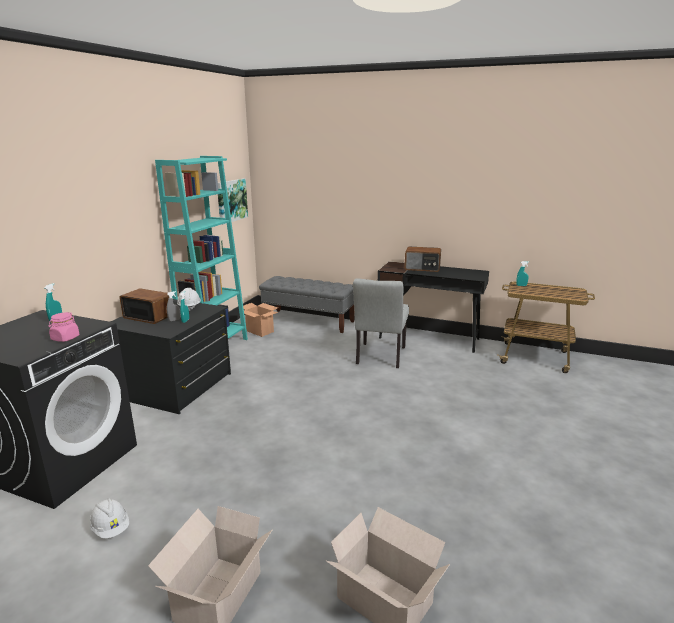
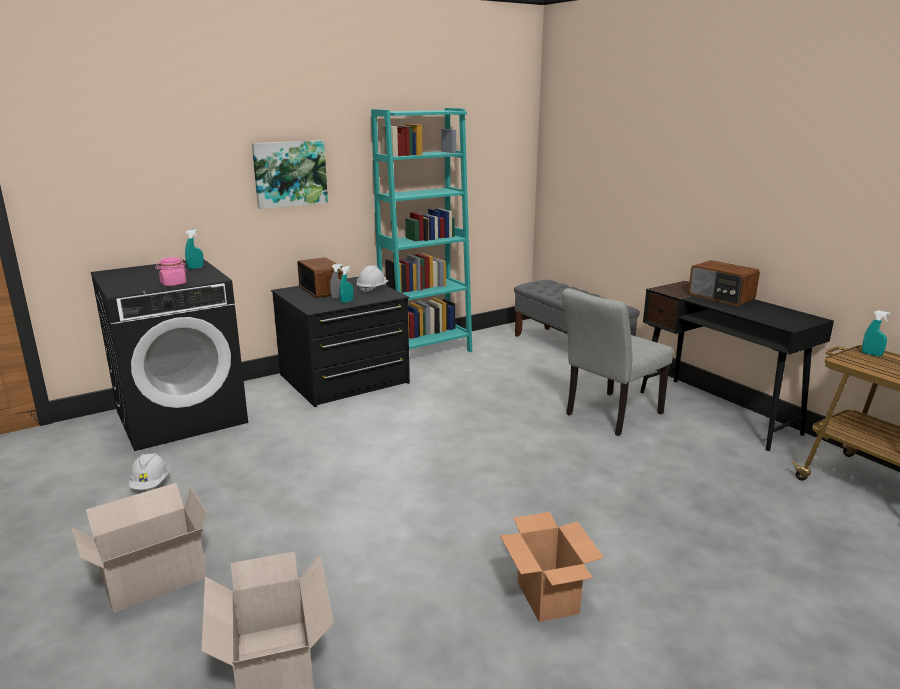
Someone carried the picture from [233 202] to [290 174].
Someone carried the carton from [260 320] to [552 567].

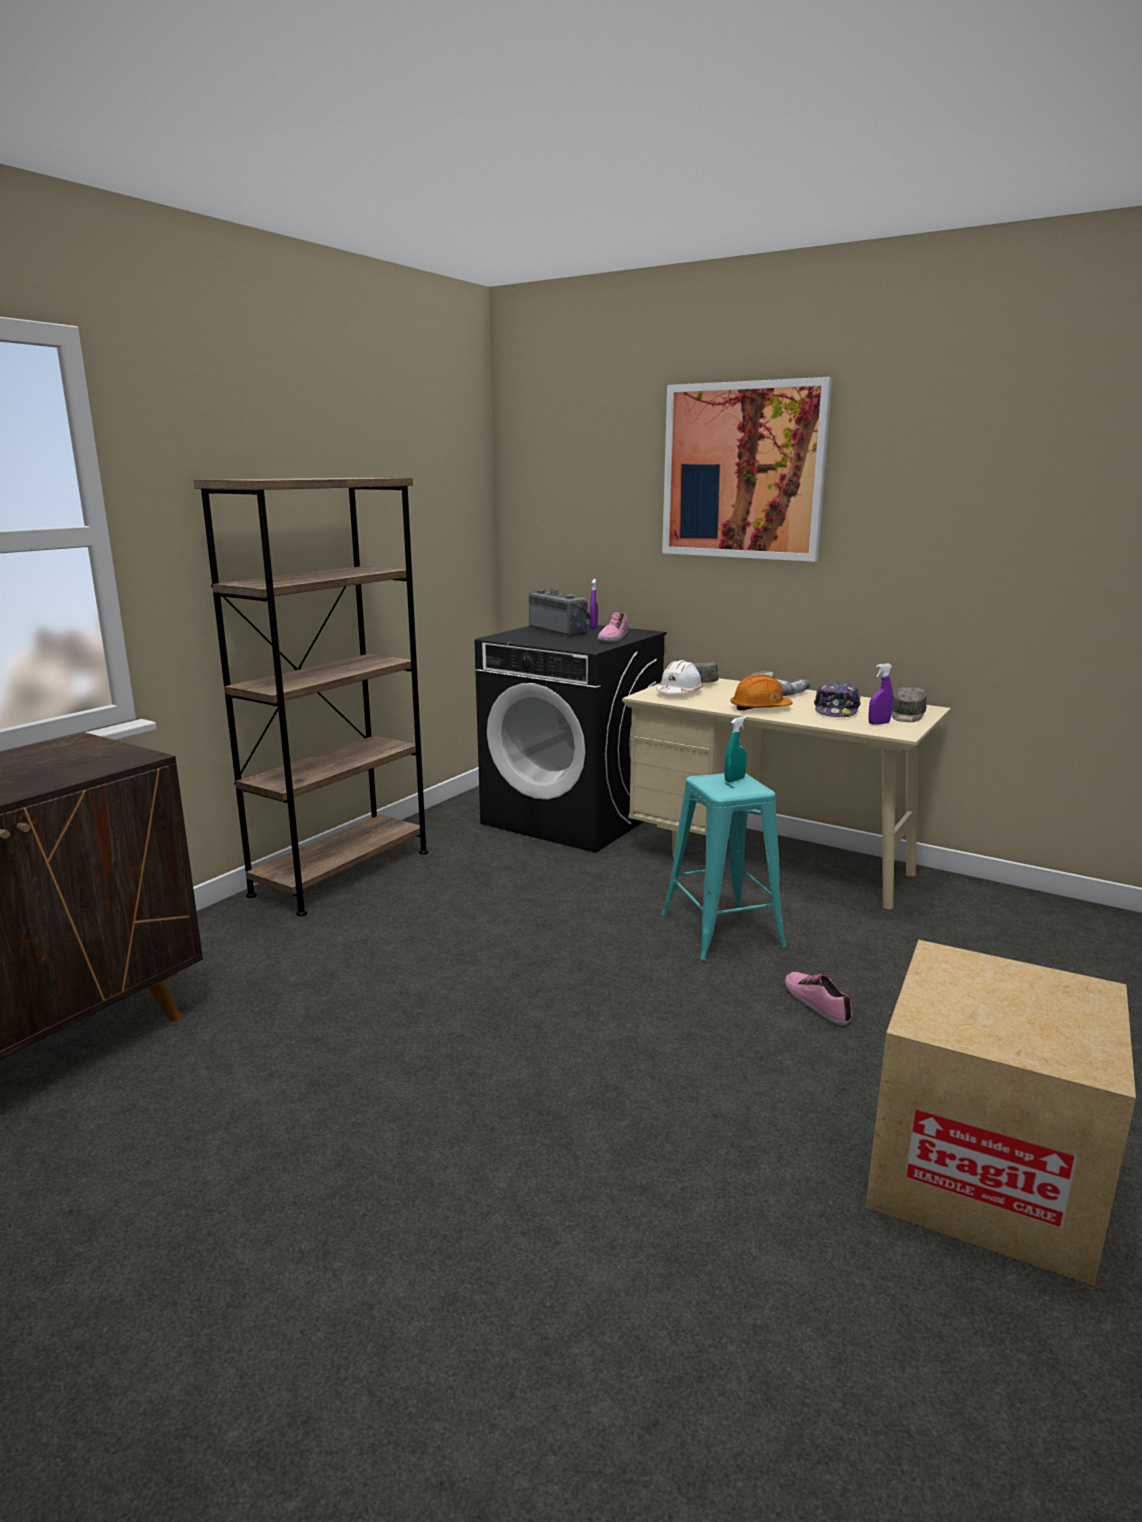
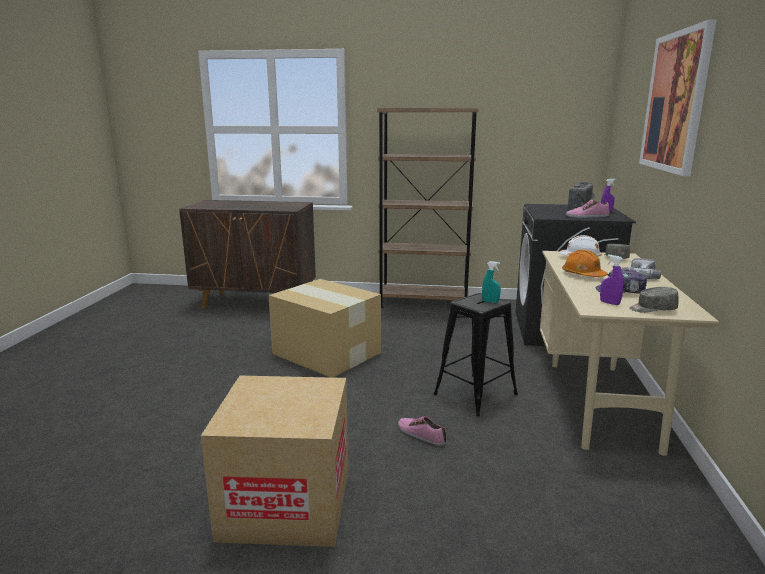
Someone repainted the turquoise-coloured sitting stool at [724 866], which became the black sitting stool at [476 354].
Someone rotated the low shoe at [819 998] by 90 degrees counterclockwise.
Someone put down the carton at [324 328].

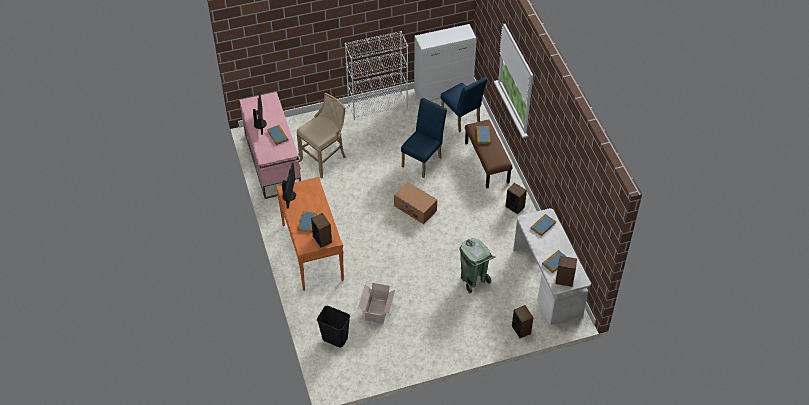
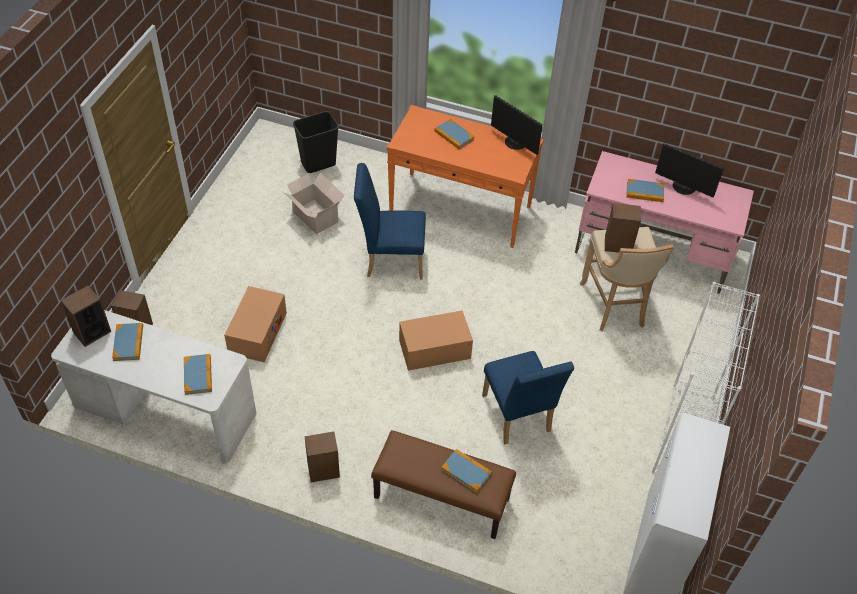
Someone carried the blue upright chair from [464 104] to [390 221].
Someone carried the loudspeaker from [321 230] to [623 228].
Someone swapped the greenish trash can at [477 266] for the carton at [255 324].

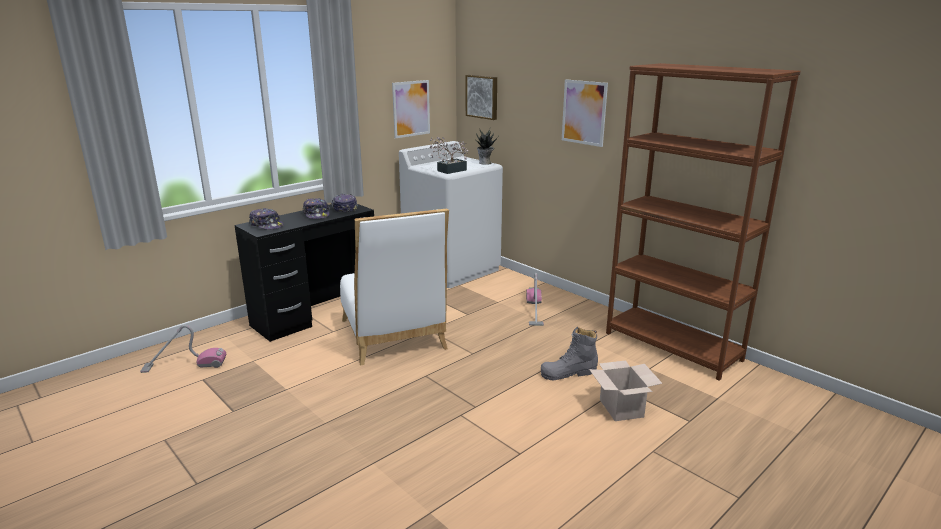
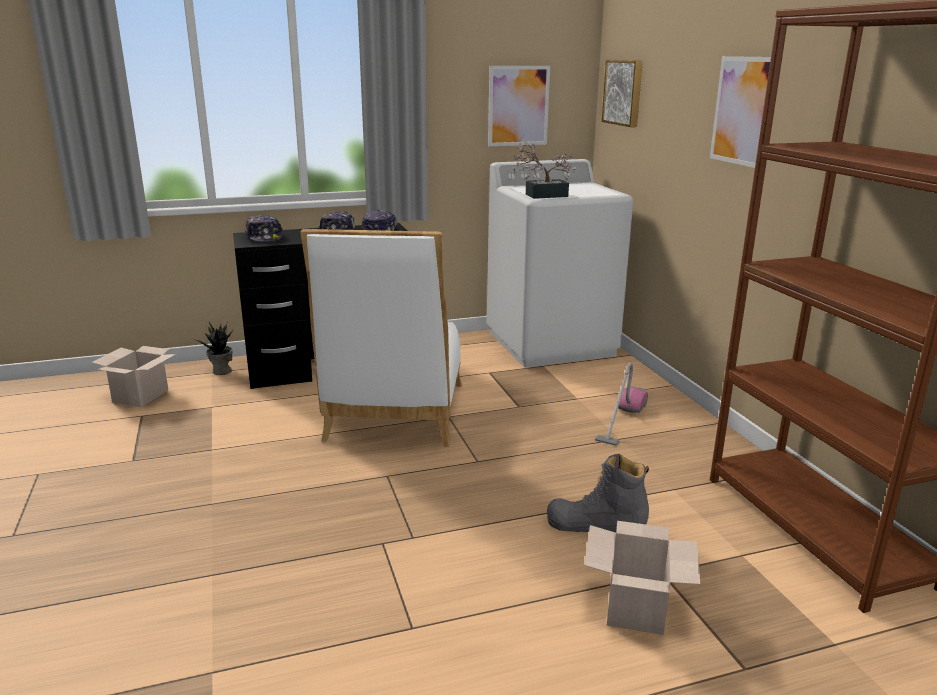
Someone carried the houseplant from [487 146] to [214 348].
Someone swapped the hoover at [183 349] for the carton at [133 376].

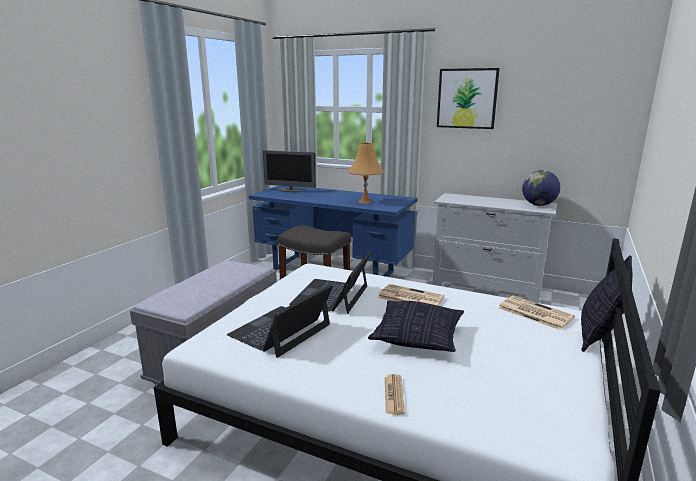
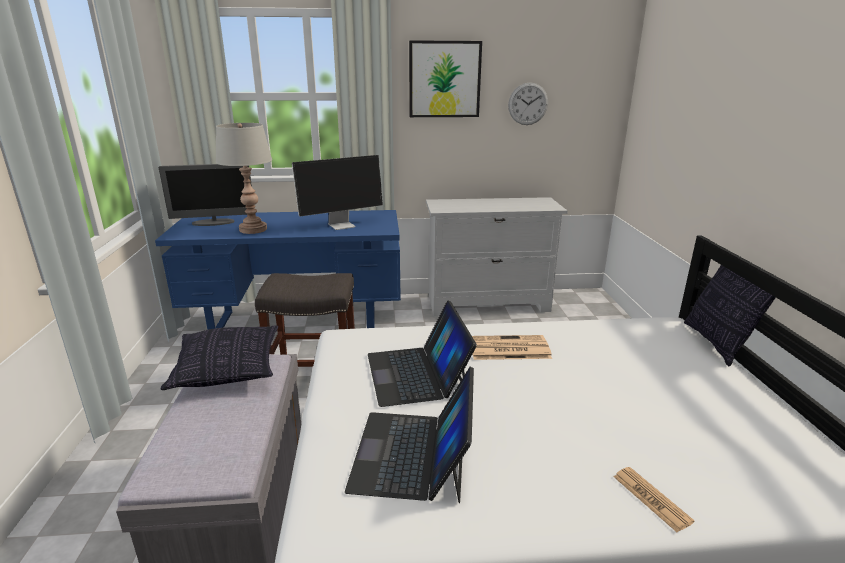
Someone swapped the orangey tabletop lamp at [365 173] for the computer screen at [337 192].
Someone took away the desk globe at [541 188].
Someone took away the printed paper at [536 313].
Someone carried the pillow from [416 326] to [219 357].
Someone put up the hanging clock at [528 104].
Someone put down the grey tabletop lamp at [244 178].

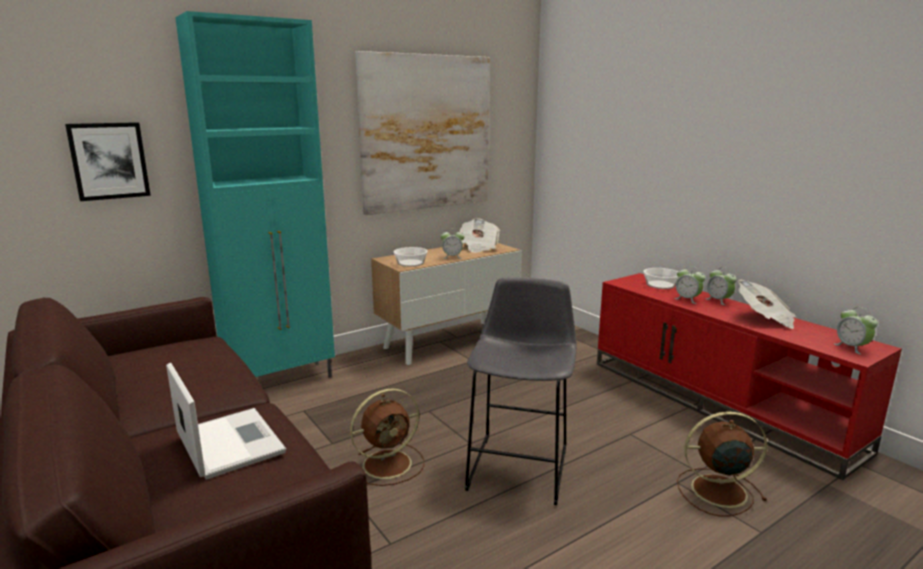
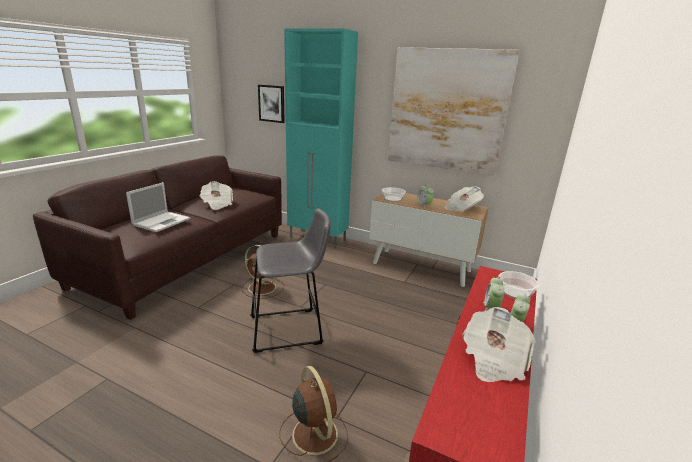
Someone took away the alarm clock at [855 330].
Someone put down the printed paper at [216 195].

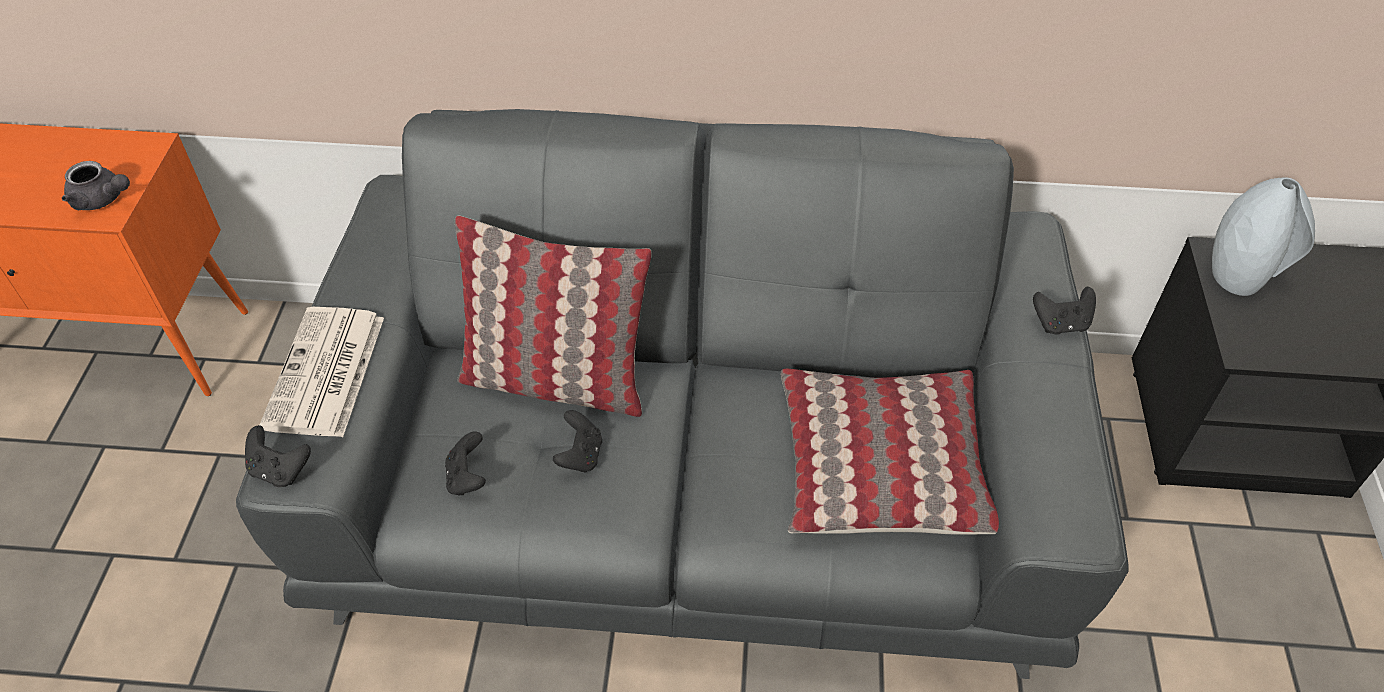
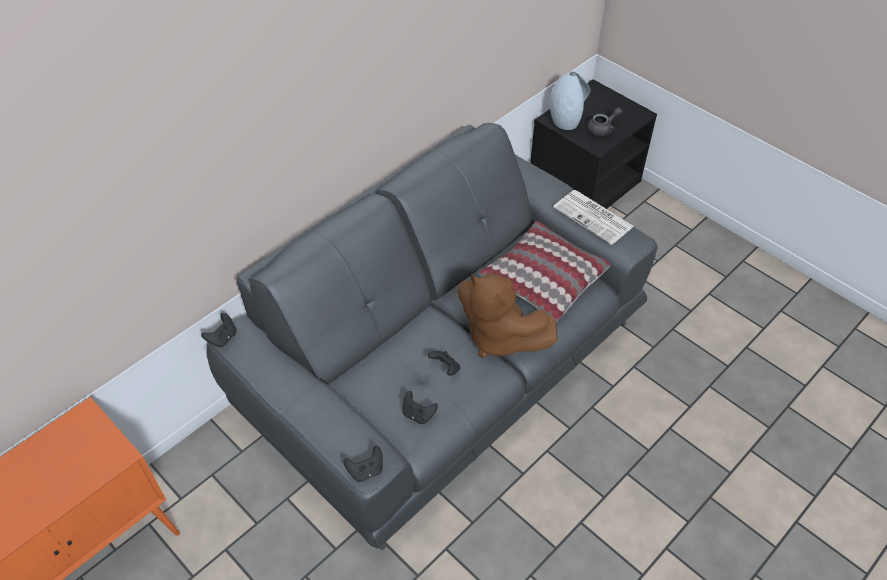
Someone carried the grey teapot from [96 185] to [604 122].
Someone took away the pillow at [553 316].
Someone carried the black joypad from [1064 311] to [219 330].
Someone carried the printed paper from [322 372] to [593 217].
Someone put down the brown-coloured soft toy at [507 315].

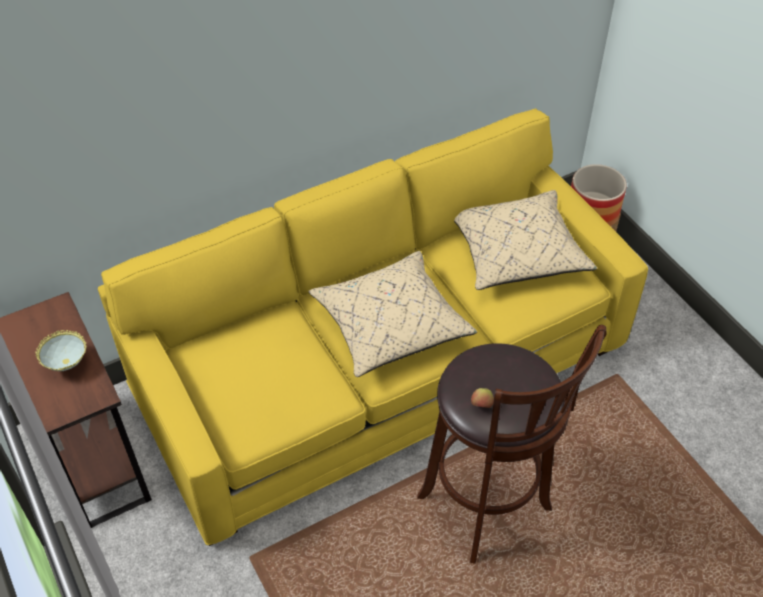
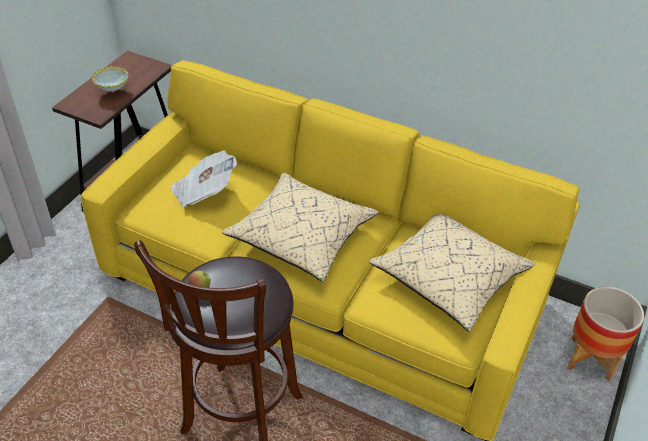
Someone put down the printed paper at [204 179].

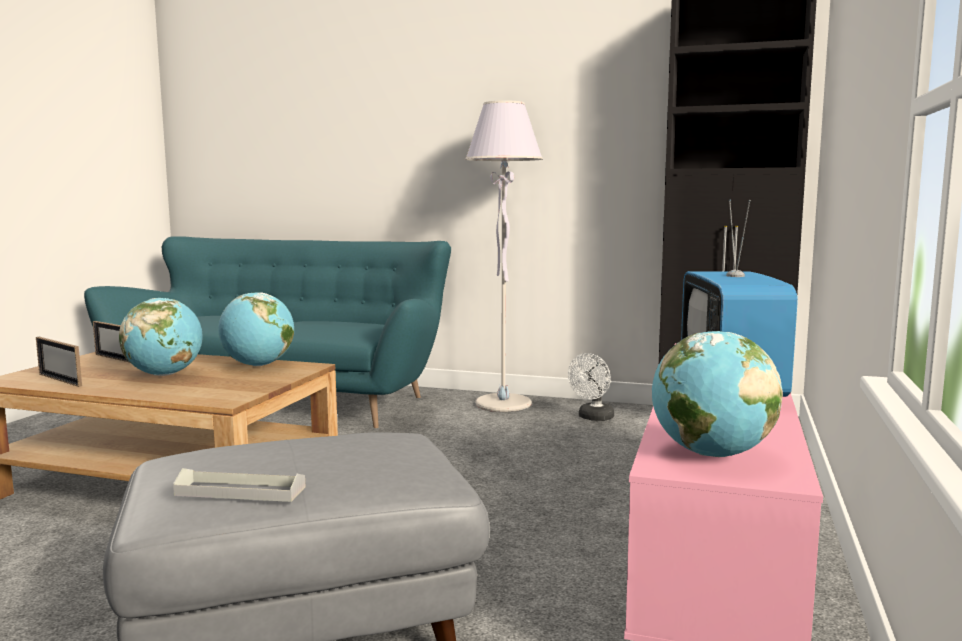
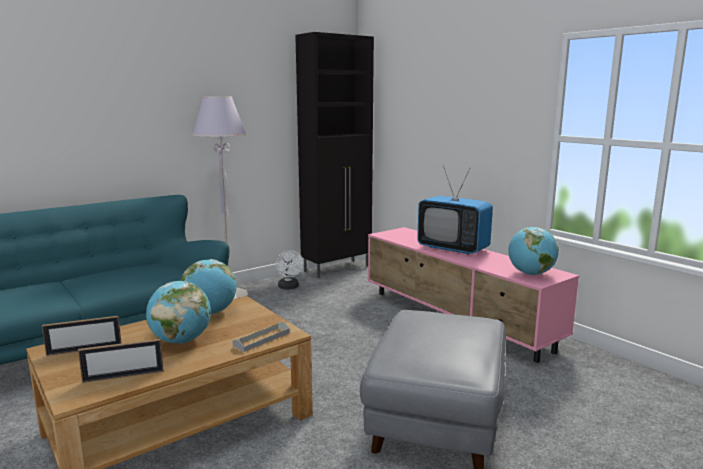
Someone carried the grey carrying tray from [239 485] to [261 337].

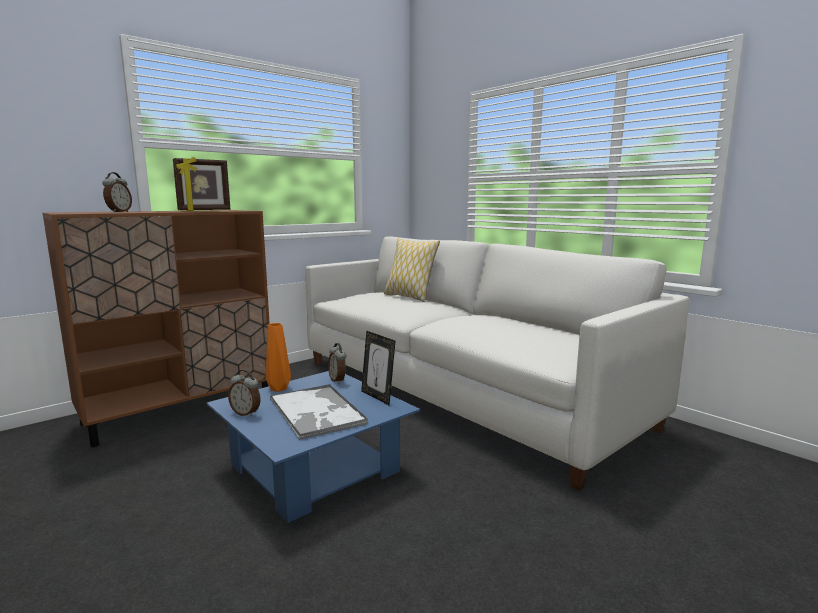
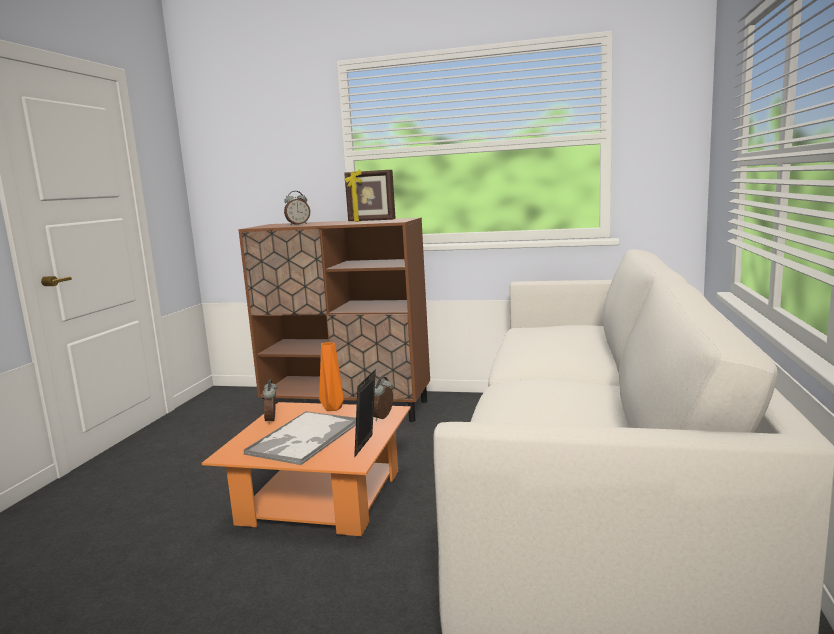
Someone took away the pillow at [412 270].
Someone repainted the blue coffee table at [313 447], which became the orangey coffee table at [306 469].

